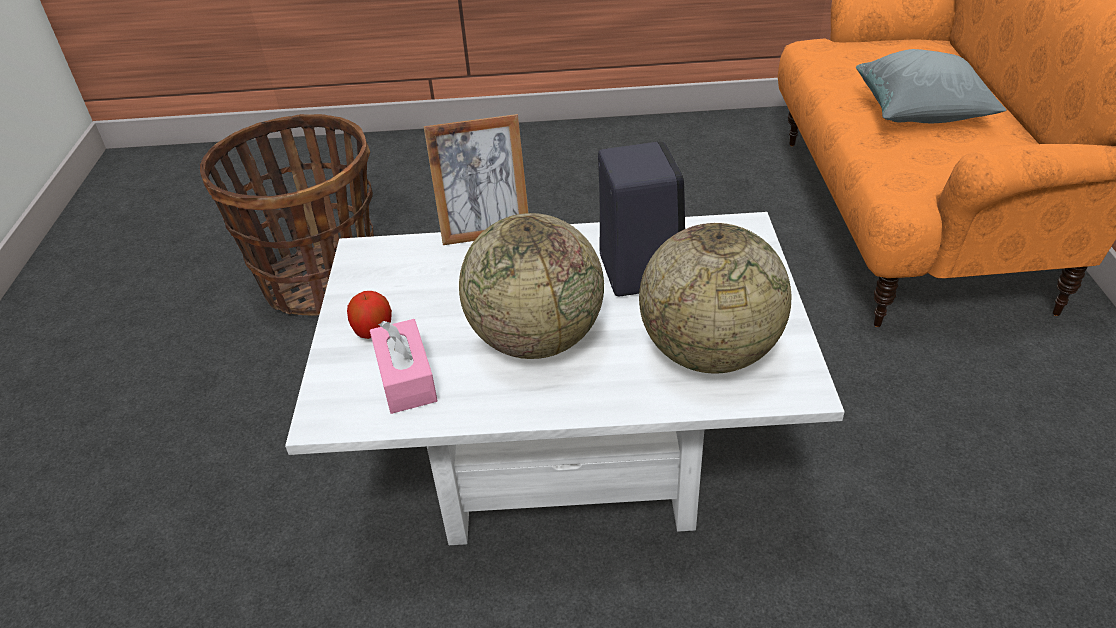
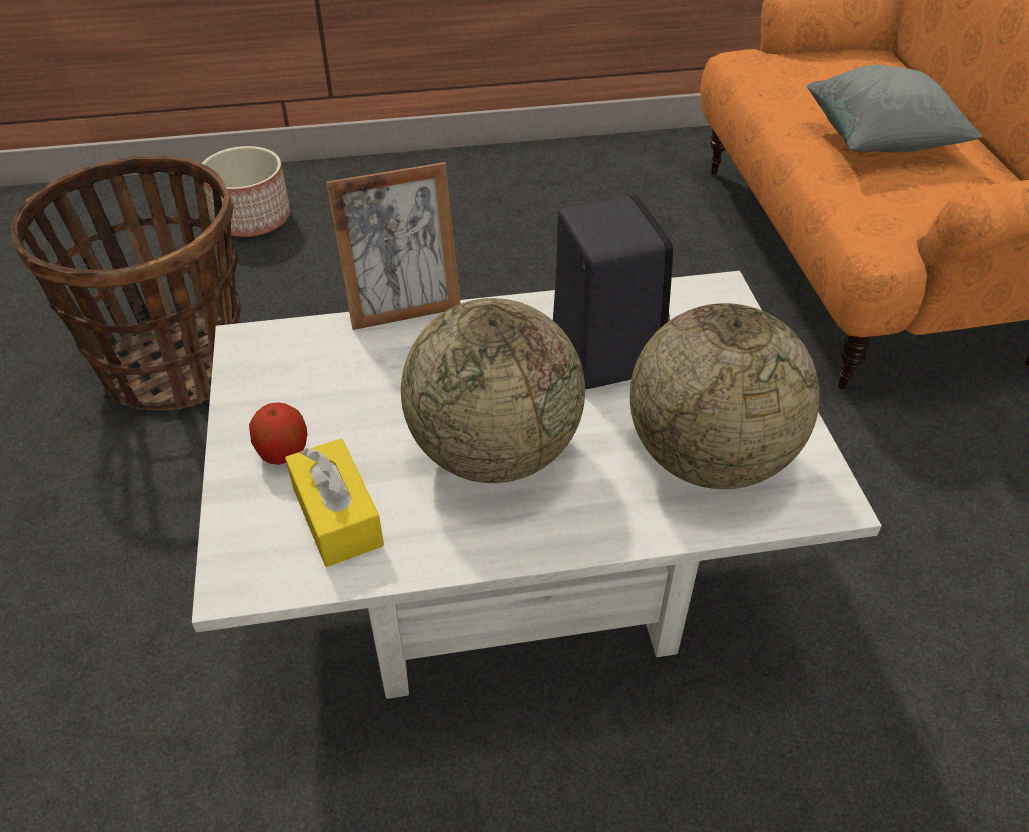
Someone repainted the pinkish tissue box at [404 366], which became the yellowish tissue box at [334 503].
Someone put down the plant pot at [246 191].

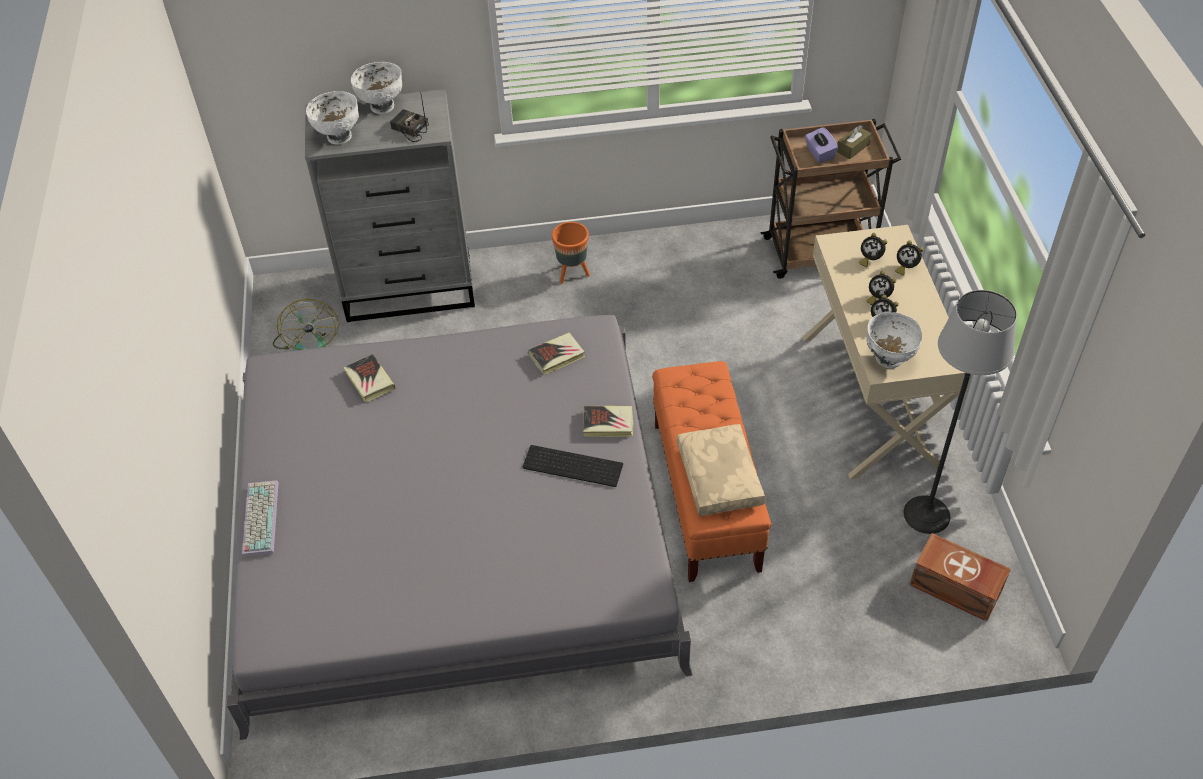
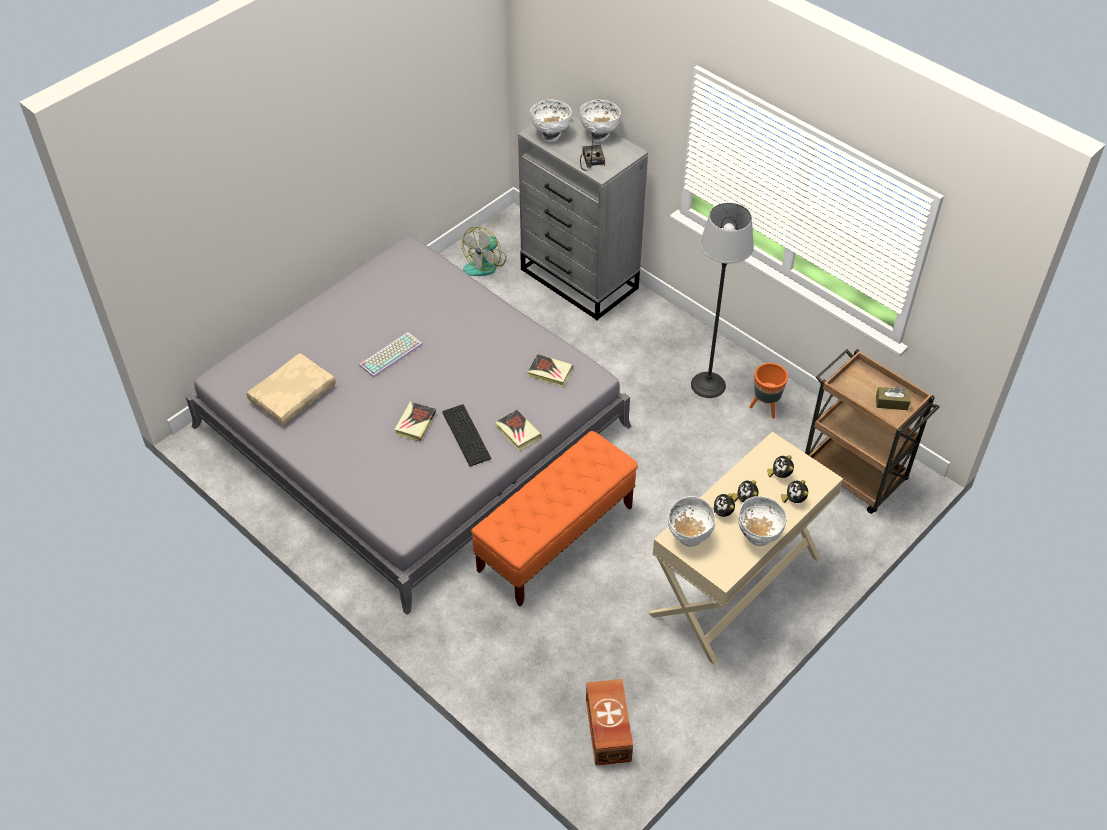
Someone took away the purplish tissue box at [821 145].
Someone carried the orangey plant pot from [571 253] to [768 391].
Someone carried the standing lamp from [960 412] to [722 300].
Someone carried the book from [369 378] to [415 422].
Someone carried the beige pillow from [720 470] to [291 389].
Someone carried the PC keyboard from [260 518] to [391 355].
Someone put down the white-coloured bowl at [762 521].

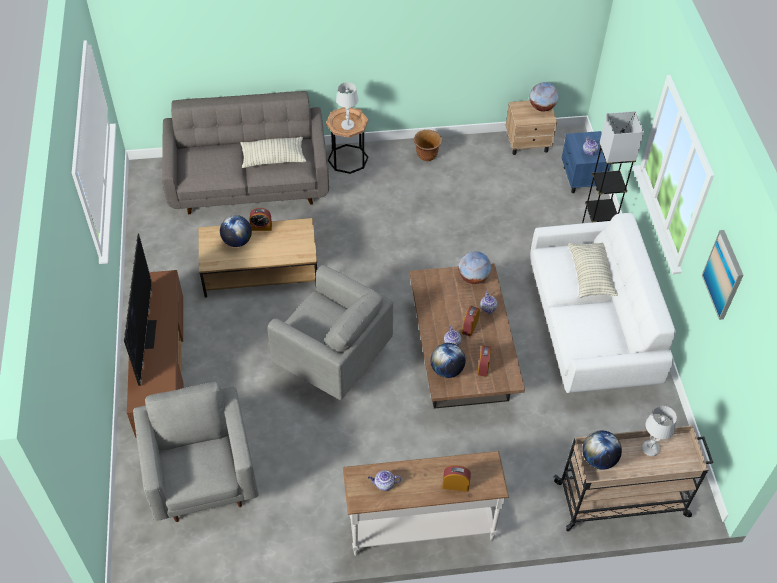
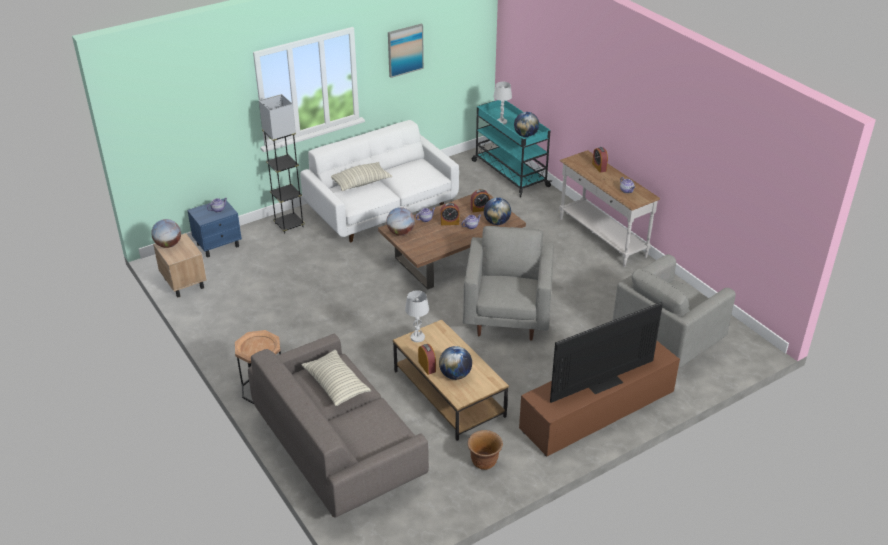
Someone carried the white-coloured tabletop lamp from [347 106] to [417 316].
Someone carried the brown-coloured plant pot from [428 145] to [485 450].
Someone repainted the beige wheeled cart at [633 478], which became the turquoise-coloured wheeled cart at [512 148].

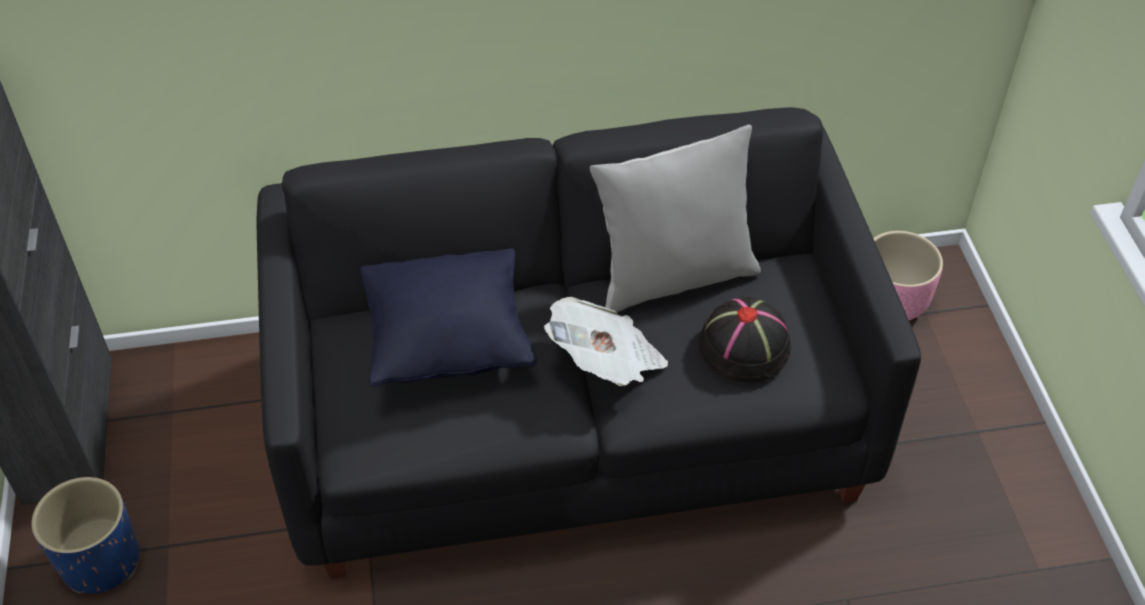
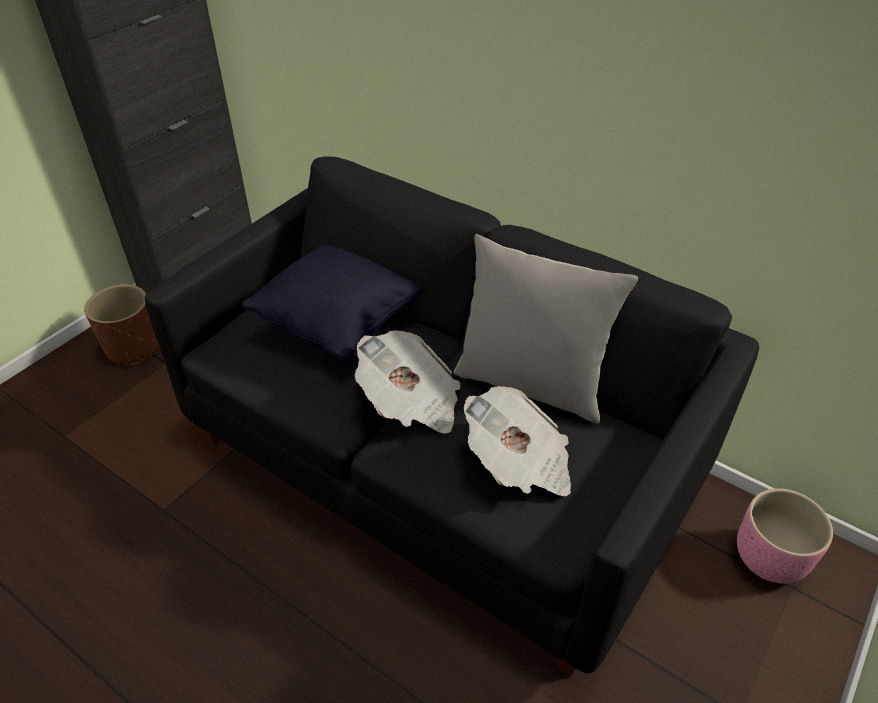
Someone swapped the black clothing hat at [745 340] for the printed paper at [517 441].
Someone repainted the blue plant pot at [85 535], which became the brown-coloured plant pot at [121 324].

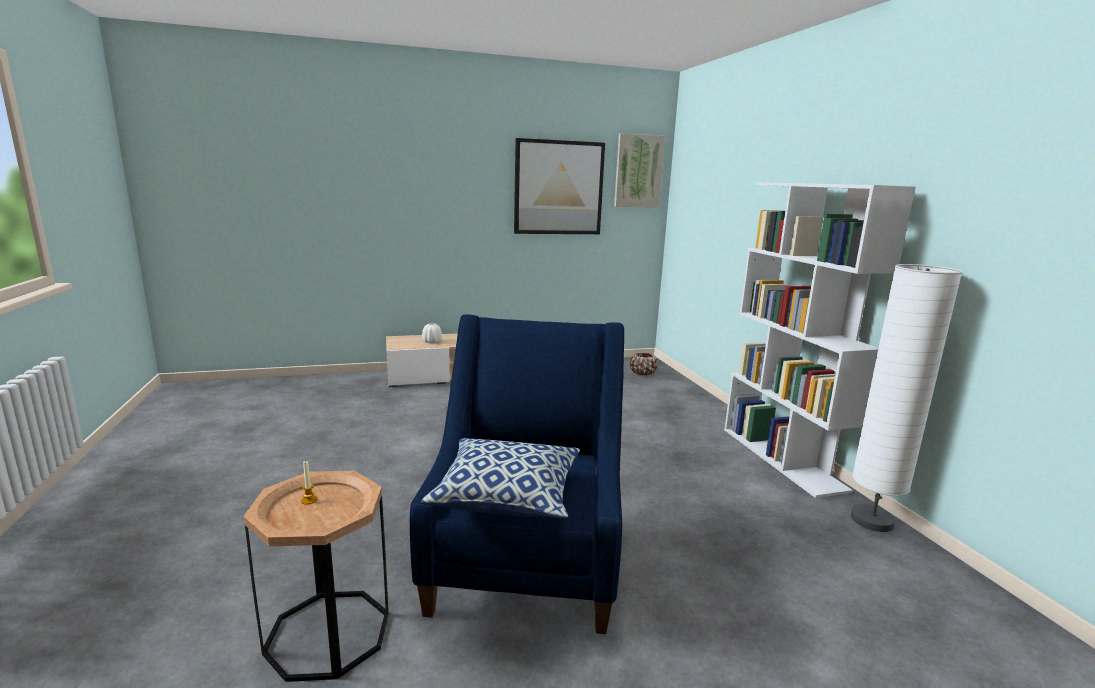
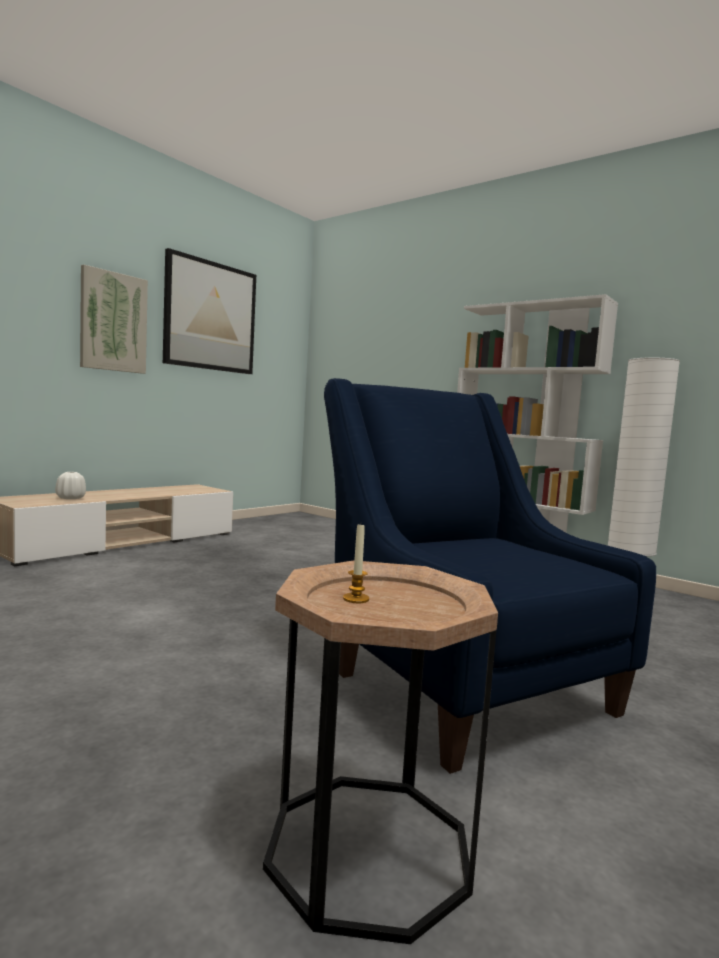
Someone carried the picture from [639 170] to [114 319].
Someone took away the brown-coloured plant pot at [644 363].
Someone took away the pillow at [500 478].

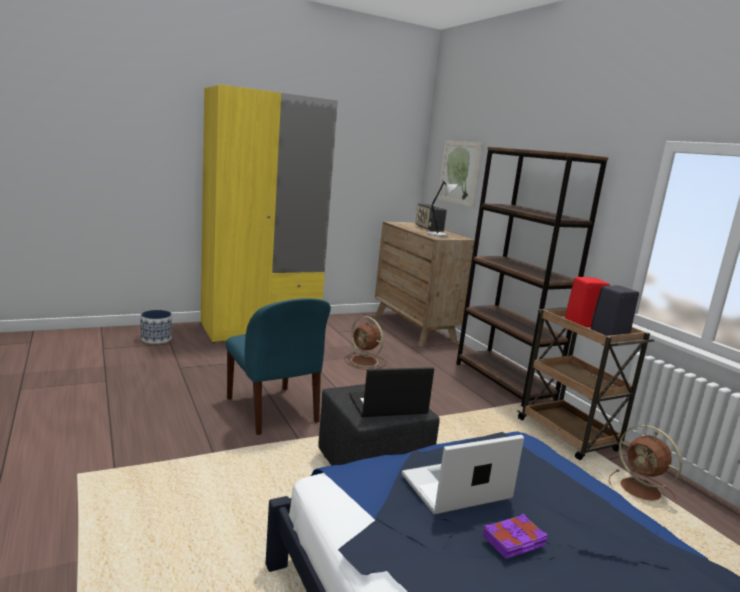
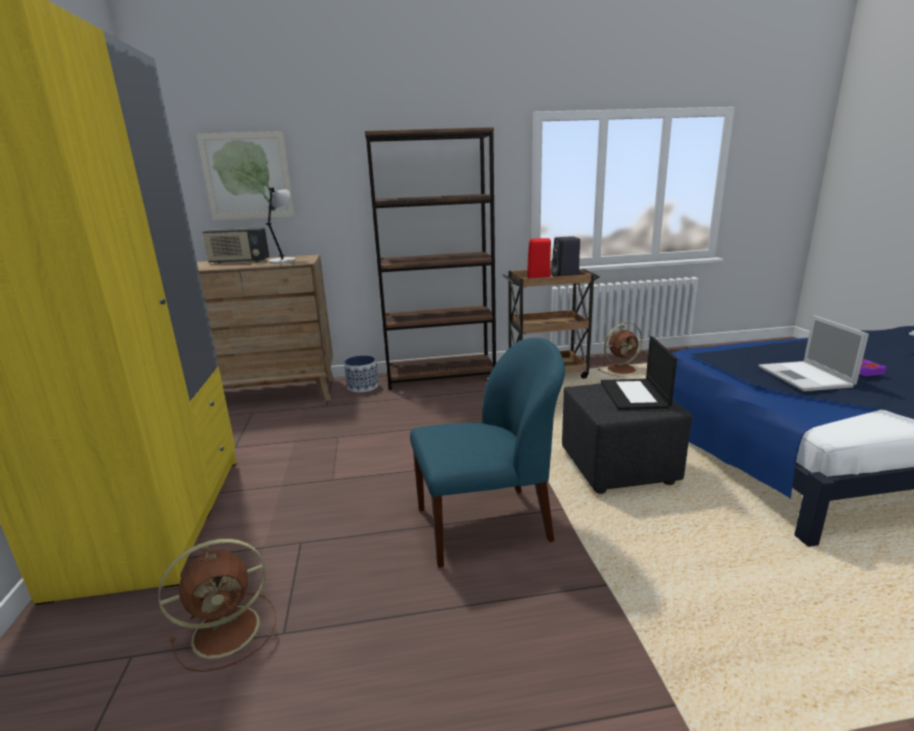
Someone carried the plant pot from [156 327] to [361 374].
Someone carried the brown-coloured fan from [365 343] to [217 605].

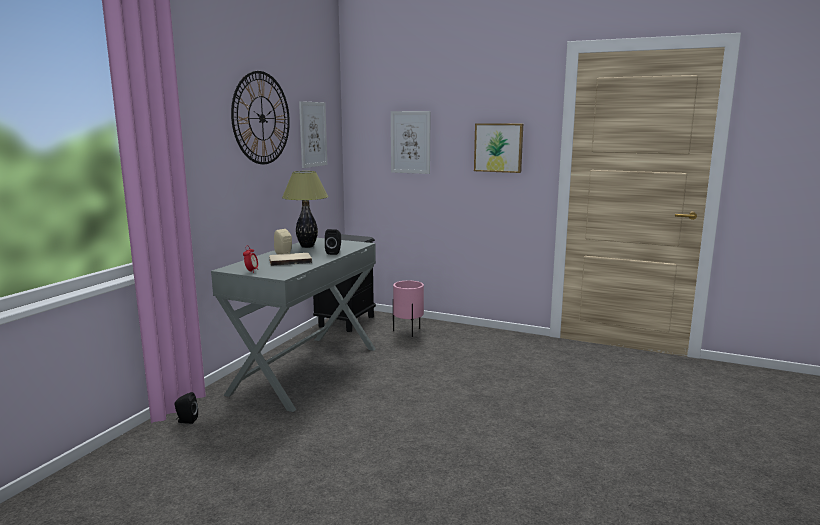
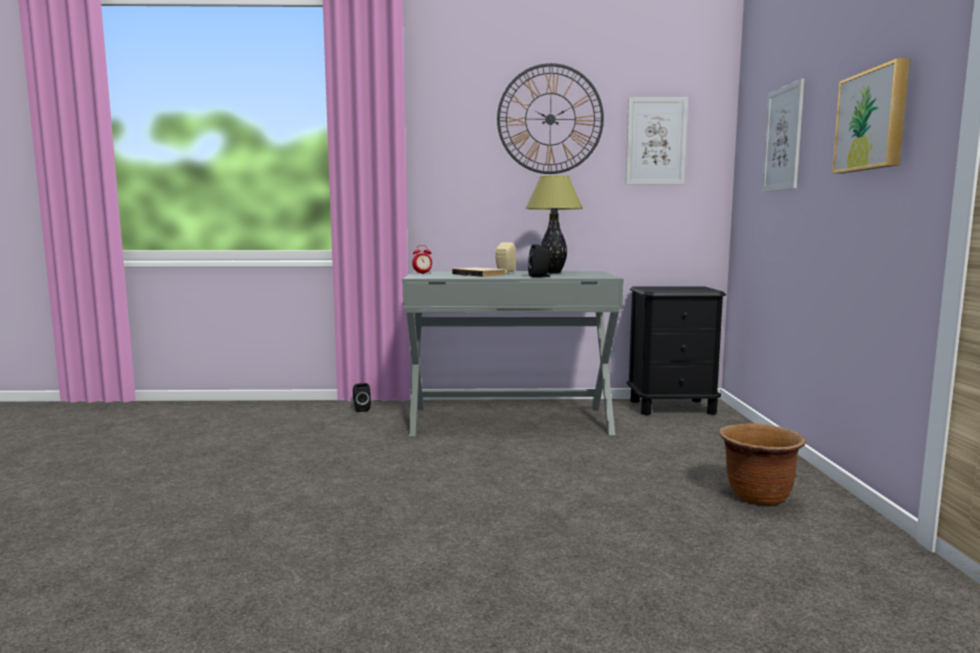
Someone took away the pinkish plant pot at [408 309].
Someone put down the brown-coloured plant pot at [763 464].

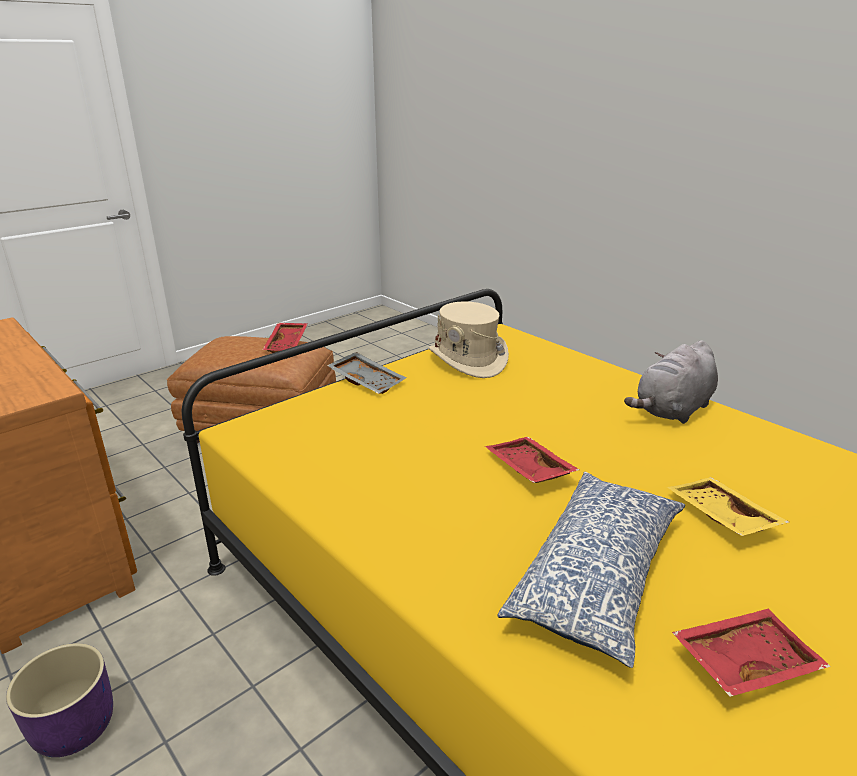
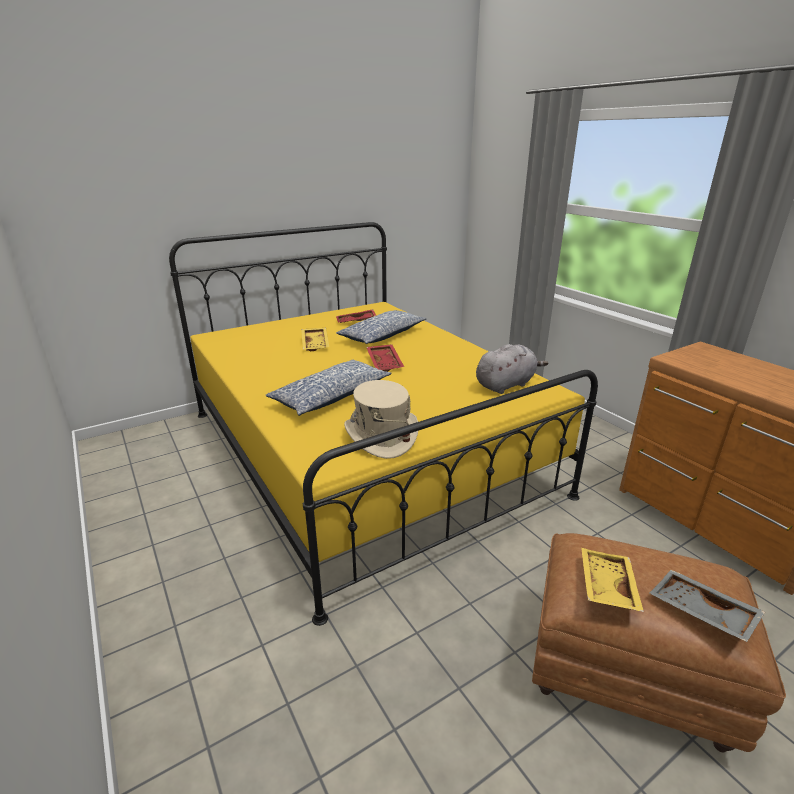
Someone repainted the reddish carrying tray at [285 338], which became the yellowish carrying tray at [612 580].
Someone carried the grey soft toy from [671 382] to [512 369].
Someone carried the grey carrying tray from [366 373] to [707 606].
Someone took away the purplish plant pot at [59 700].
Someone put down the pillow at [328 388].

